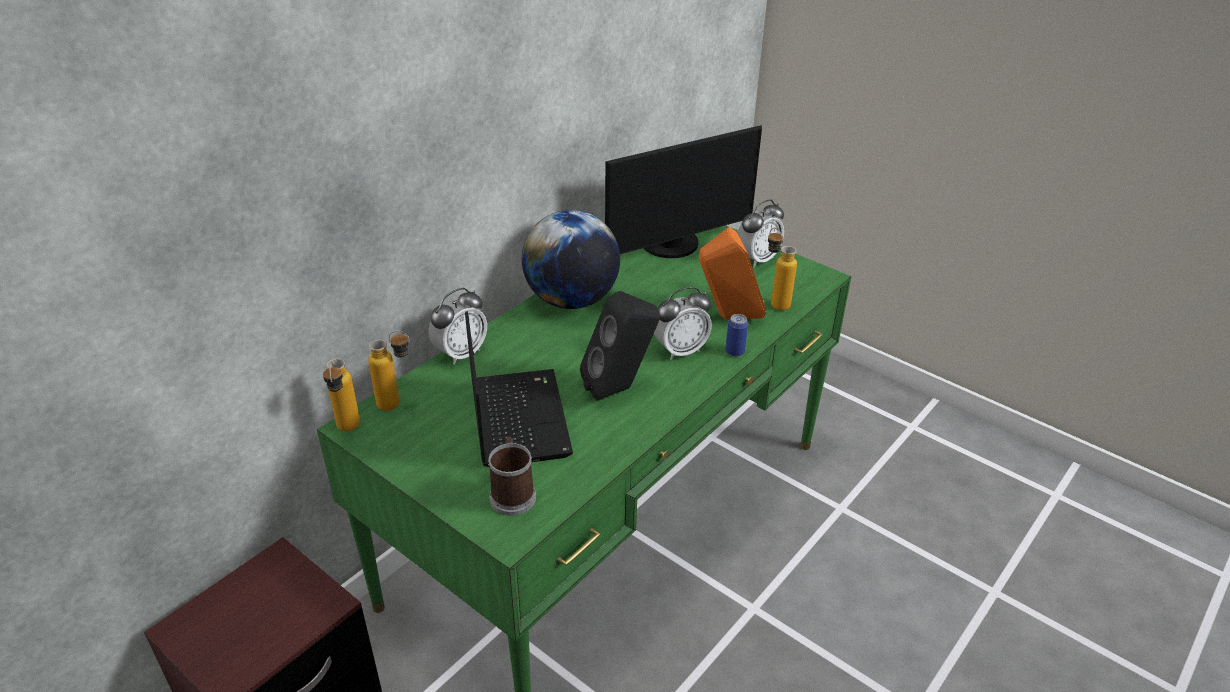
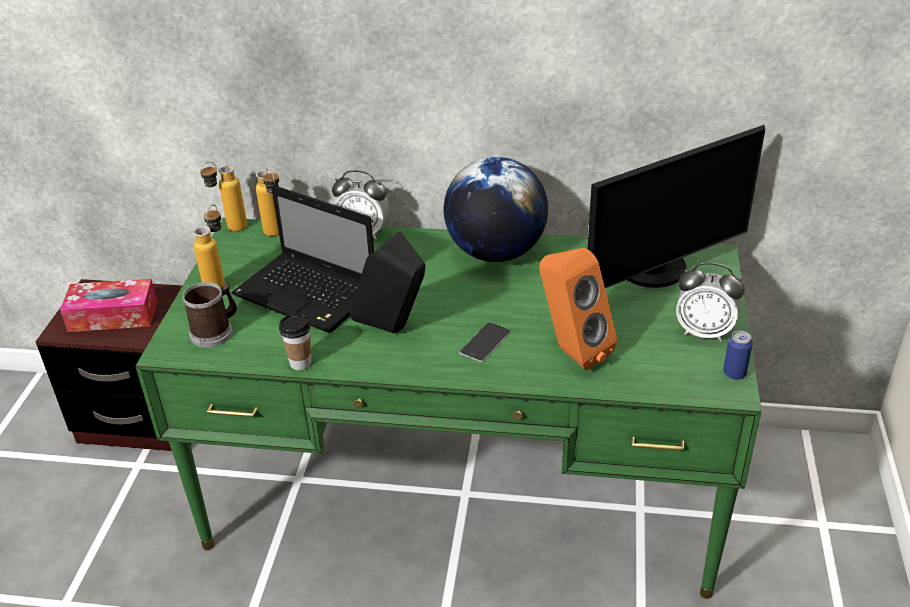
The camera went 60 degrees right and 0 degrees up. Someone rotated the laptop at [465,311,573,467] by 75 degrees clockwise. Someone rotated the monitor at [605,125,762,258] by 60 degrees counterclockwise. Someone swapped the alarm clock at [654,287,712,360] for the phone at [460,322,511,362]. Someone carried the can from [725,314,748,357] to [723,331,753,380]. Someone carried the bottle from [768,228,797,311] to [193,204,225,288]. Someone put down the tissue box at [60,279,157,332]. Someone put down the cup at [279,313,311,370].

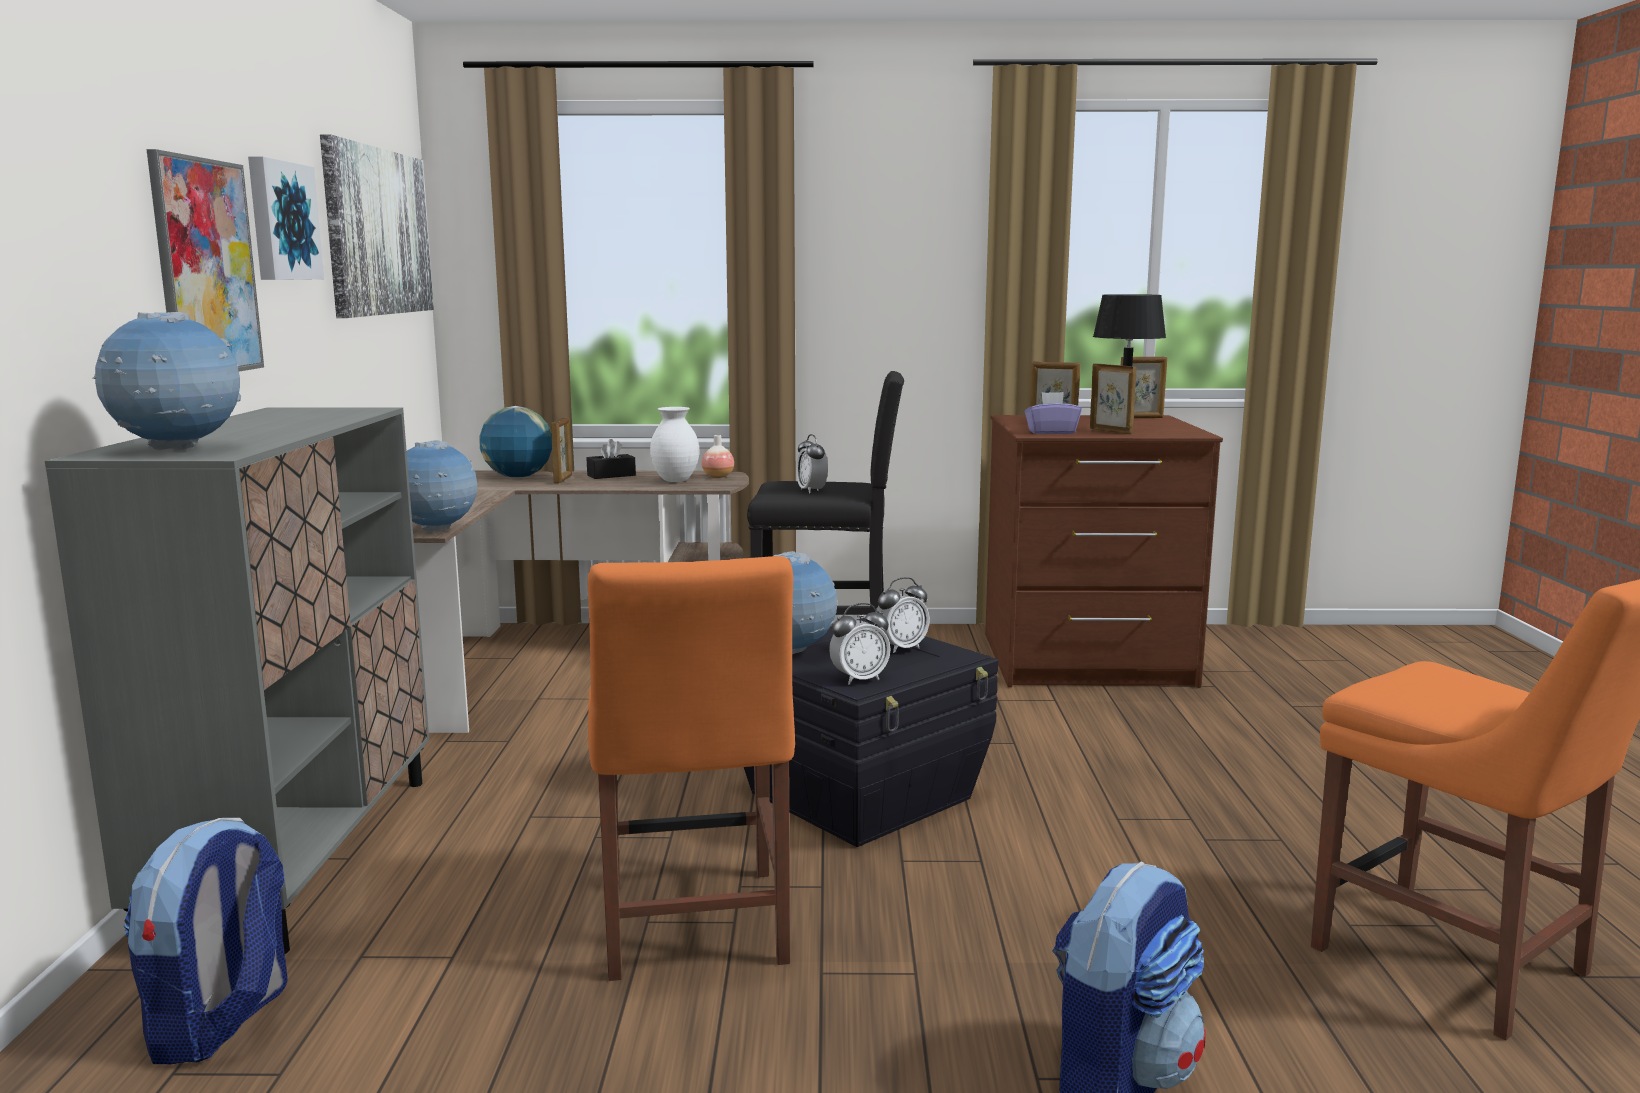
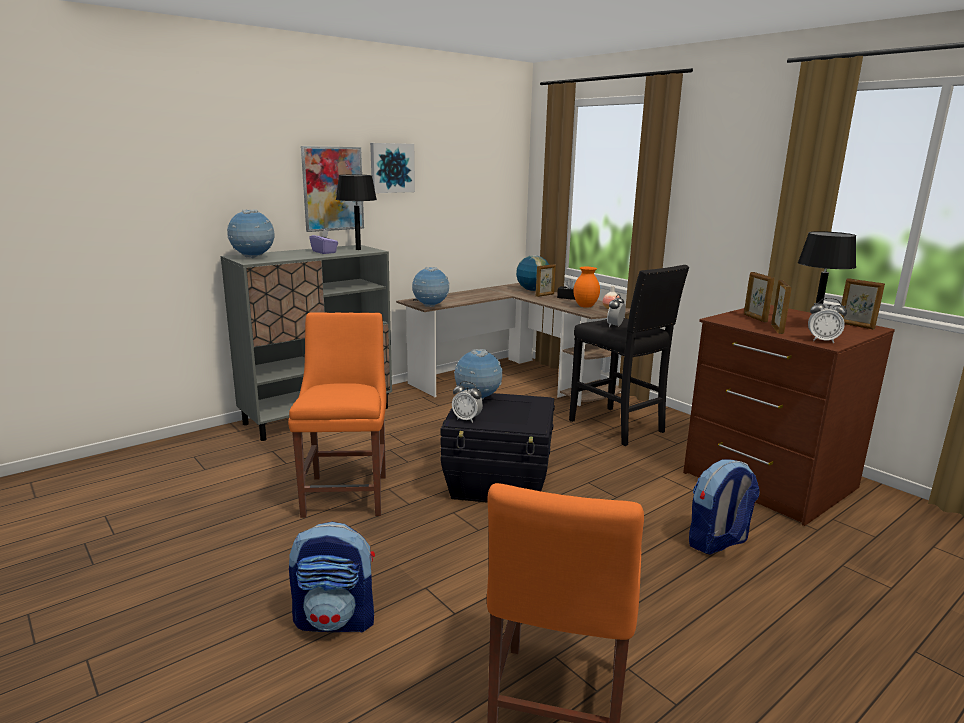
The camera went 50 degrees right and 5 degrees up. Someone carried the backpack from [124,818,288,1064] to [689,460,760,554]. Someone took away the picture at [320,135,434,318]. Someone rotated the chair (orange) at [588,556,795,981] by 135 degrees clockwise. Someone repainted the vase (white) at [650,407,699,482], which became the vase (orange) at [573,267,600,308]. Someone carried the alarm clock from [876,577,930,653] to [808,298,847,343]. Someone carried the tissue box (purple) from [1025,392,1082,434] to [309,230,338,254]. Someone put down the table lamp (black) at [336,175,377,250].

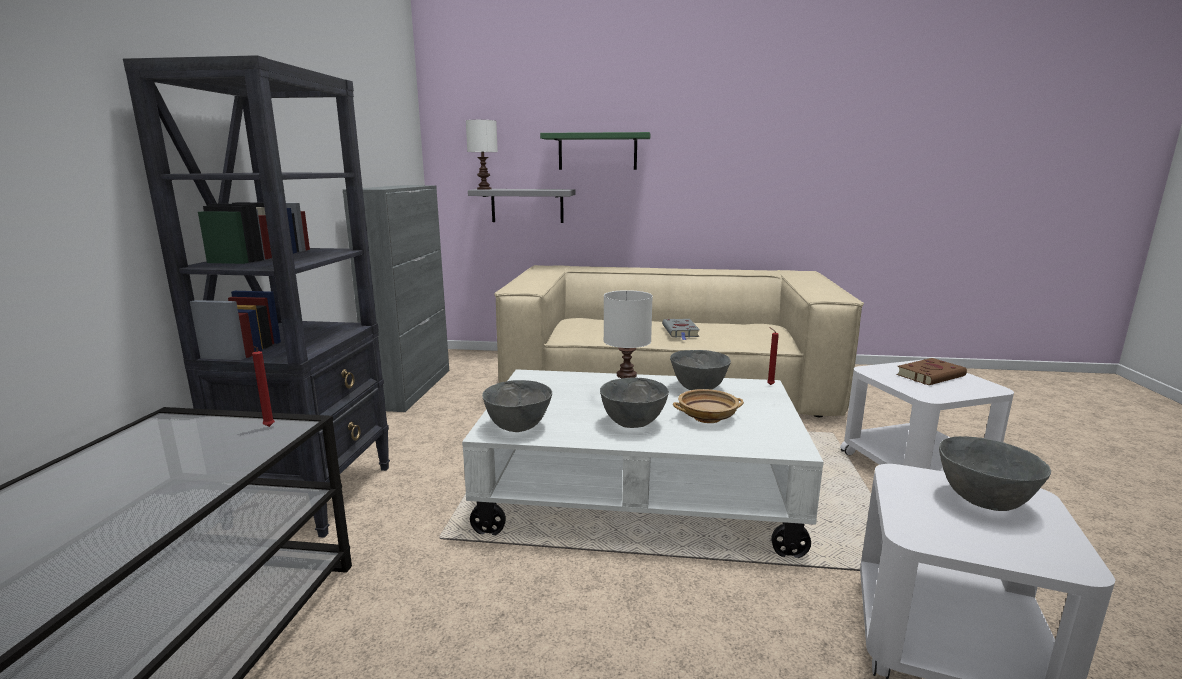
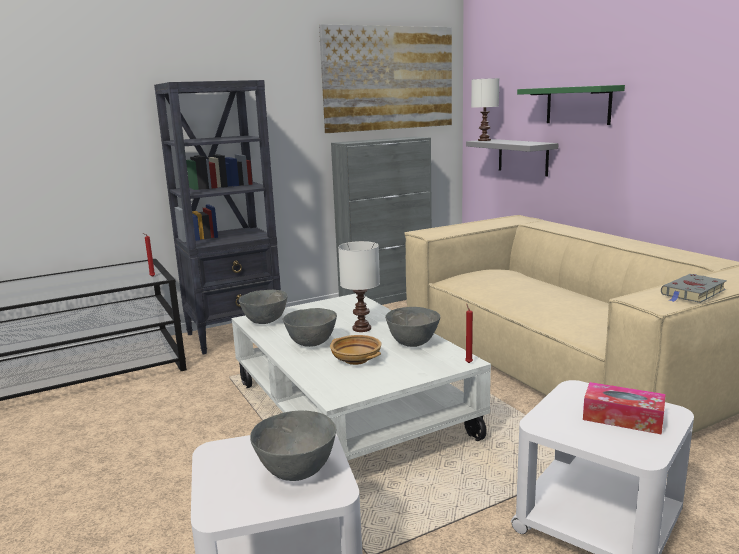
The camera went 55 degrees right and 0 degrees up. Someone carried the book (grey) from [662,319,700,340] to [661,274,727,303]. Someone swapped the book (brown) at [896,358,967,385] for the tissue box at [583,382,666,435]. Someone put up the picture at [319,24,452,133].

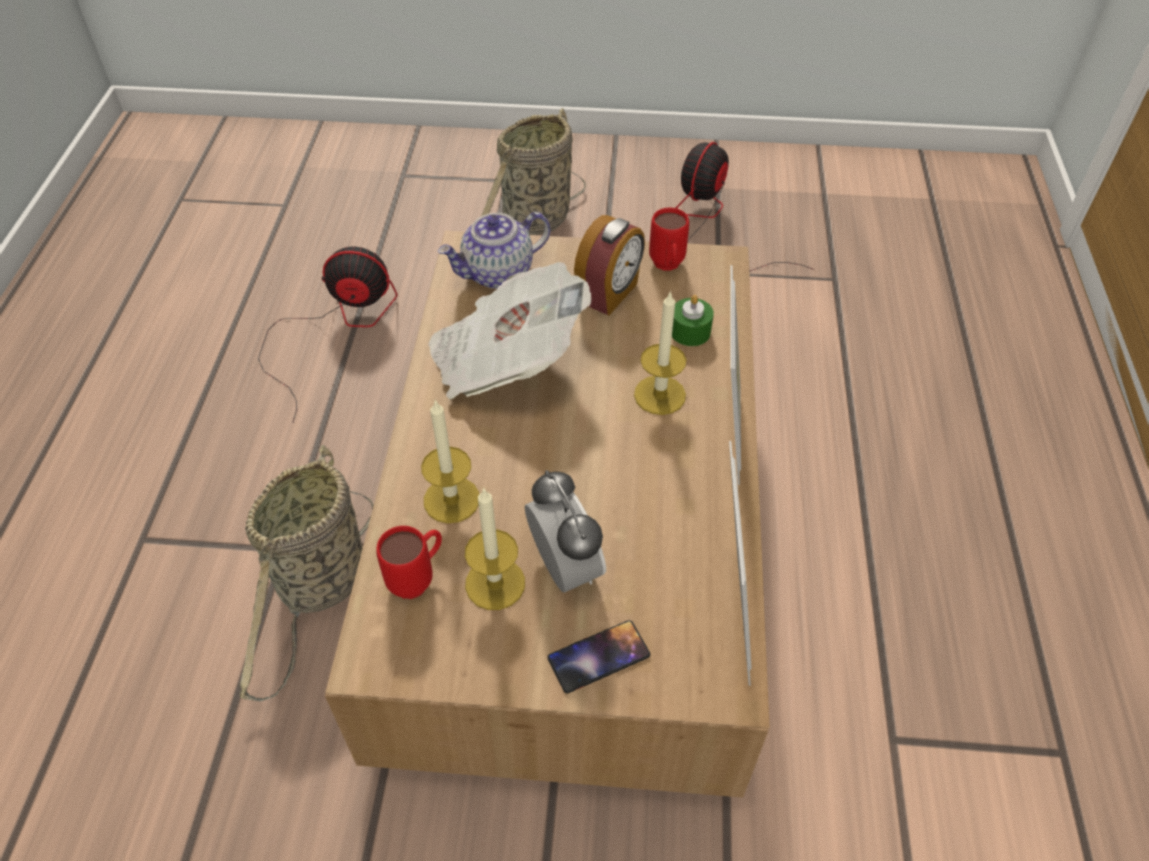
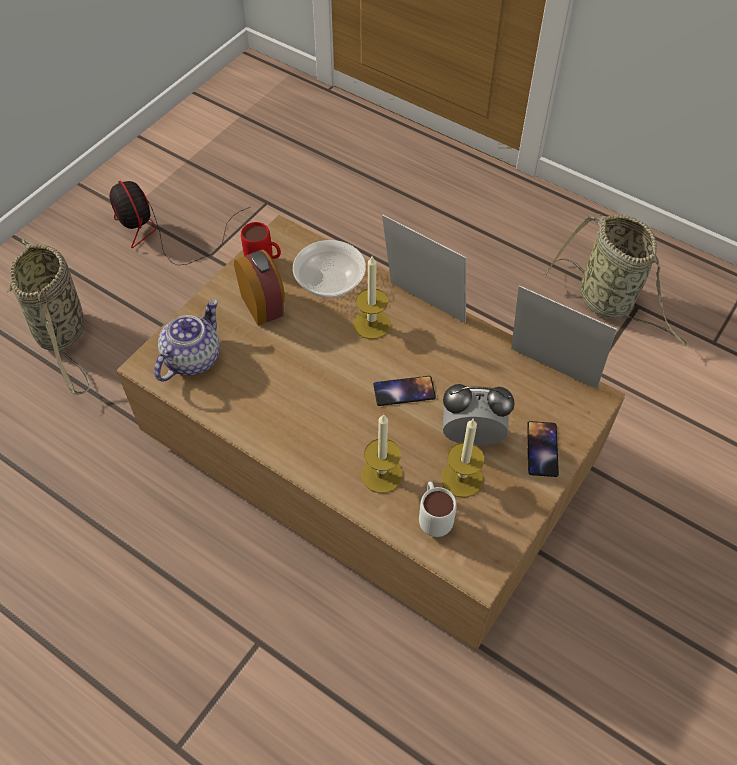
The camera went 60 degrees left and 5 degrees up. Someone carried the basket from [240,445,374,702] to [543,214,687,346]. Someone took away the fan at [258,247,398,422]. Someone repainted the mug (red) at [376,526,442,599], which became the mug (white) at [419,482,457,537]. Someone took away the newspaper at [428,262,591,399]. Someone rotated the teapot at [438,212,550,289] by 150 degrees counterclockwise. Someone swapped the candle (green) at [672,295,714,346] for the bowl at [293,240,366,298]. Someone put down the phone at [373,376,436,406].

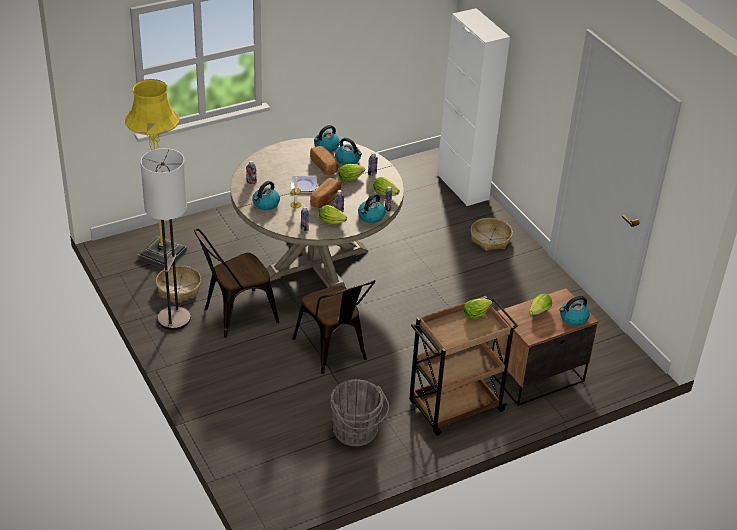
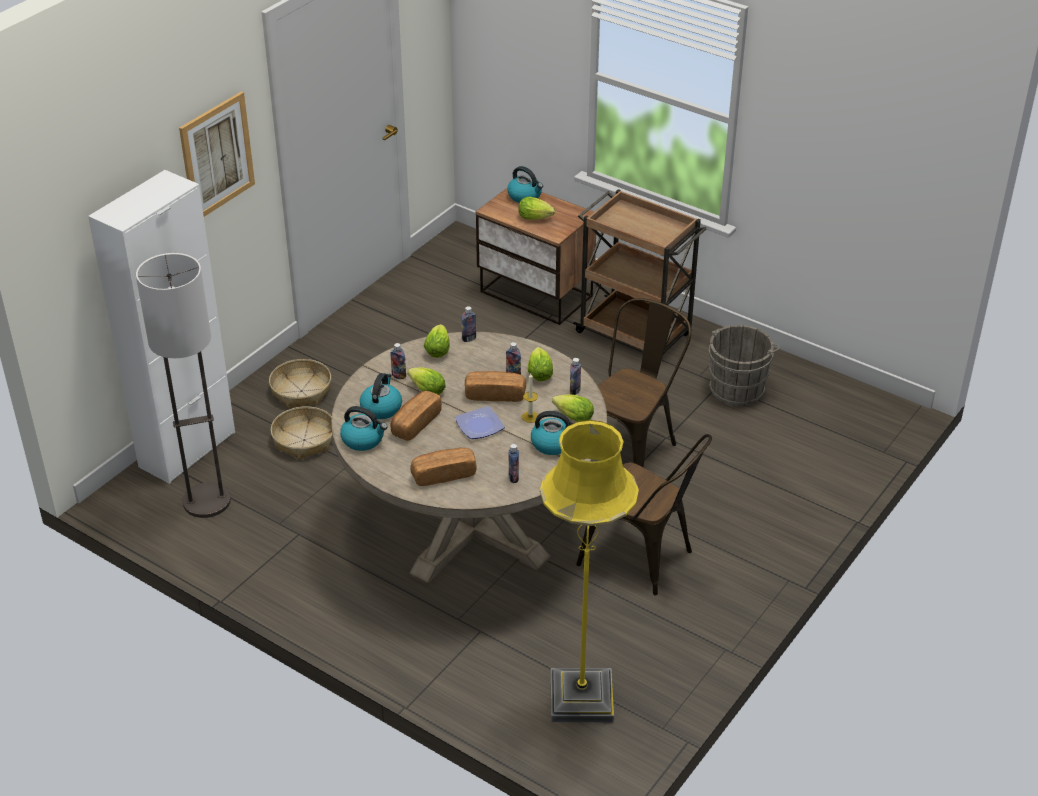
The camera went 115 degrees left and 0 degrees up. Someone carried the floor lamp from [140,148,191,330] to [136,253,231,518]. Someone carried the basket from [156,265,201,302] to [270,406,333,460]. Someone took away the kettle at [358,193,385,223]. Someone carried the lettuce from [464,298,492,319] to [552,394,594,422]. Someone put up the picture at [179,91,255,217]. Someone put down the bread at [410,448,477,486].

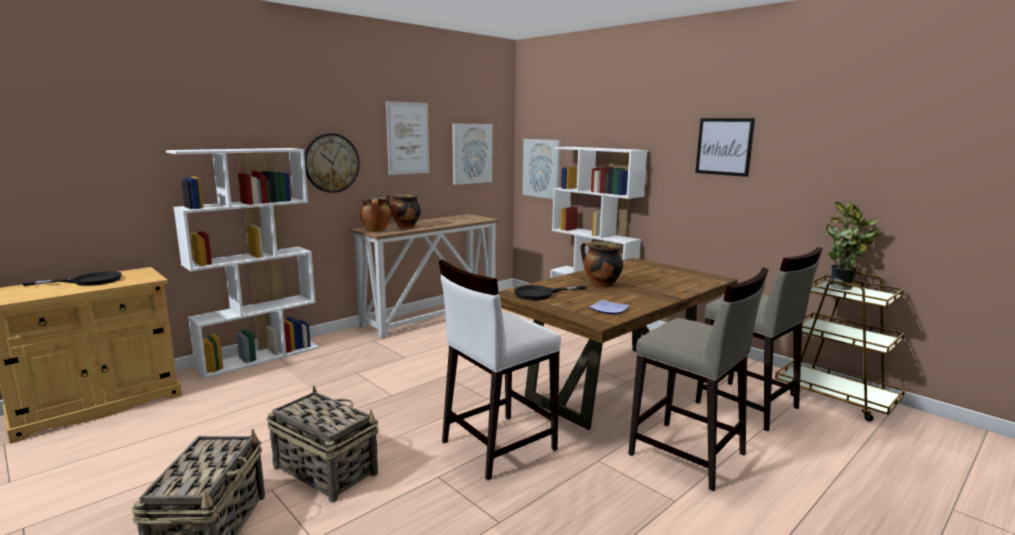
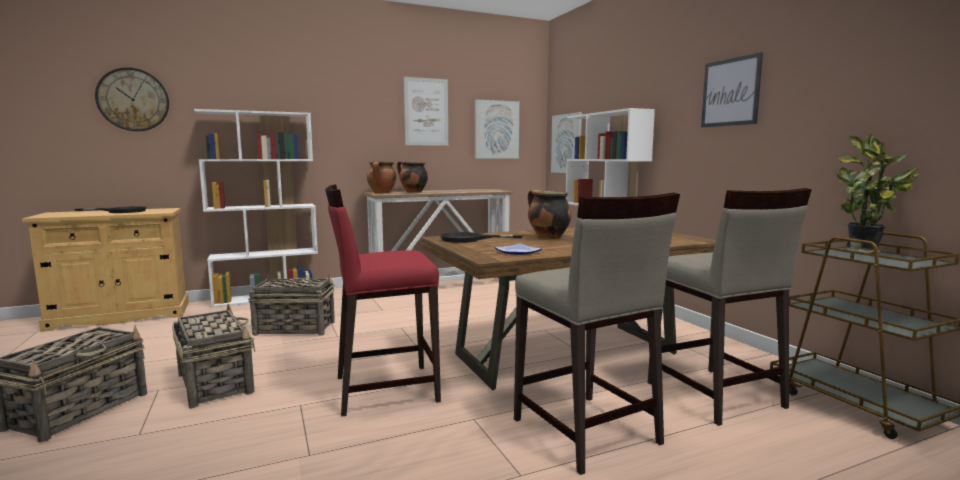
The camera went 20 degrees right and 5 degrees down. Someone carried the wall clock from [304,133,360,193] to [95,67,169,131]. Someone repainted the stool (white) at [439,259,561,480], which became the stool (red) at [325,184,441,417]. Someone put down the basket at [248,274,335,336].

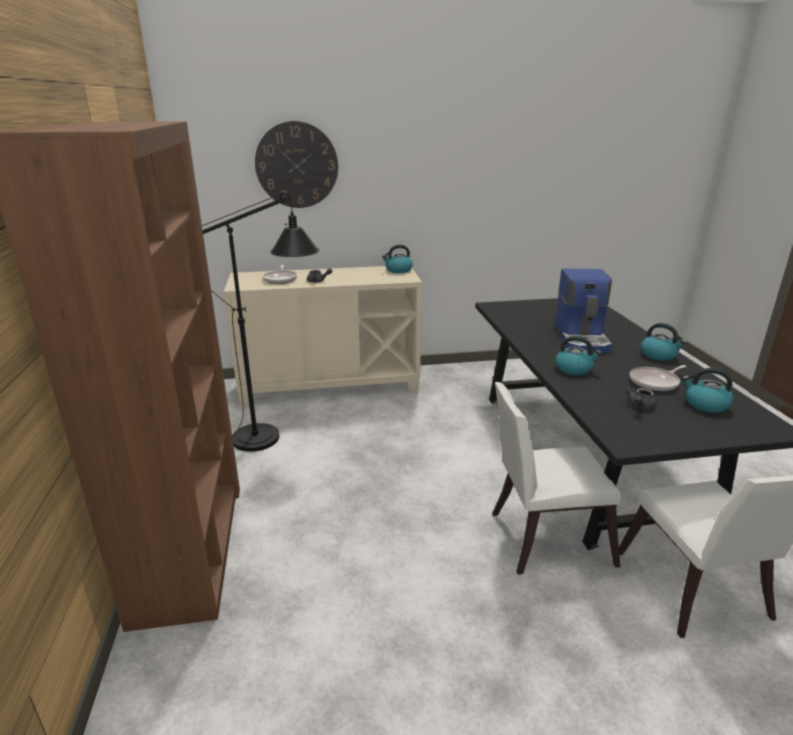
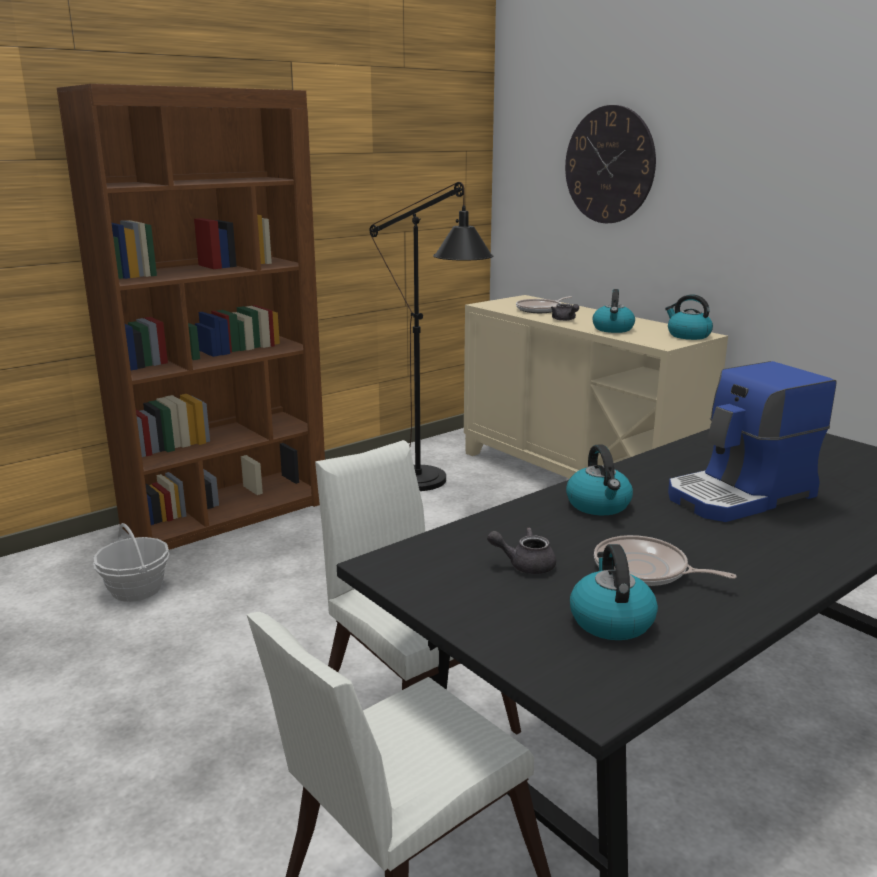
The camera went 60 degrees right and 5 degrees down. Someone carried the kettle from [641,323,687,361] to [592,289,635,333]. Someone put down the basket at [93,523,170,602].

